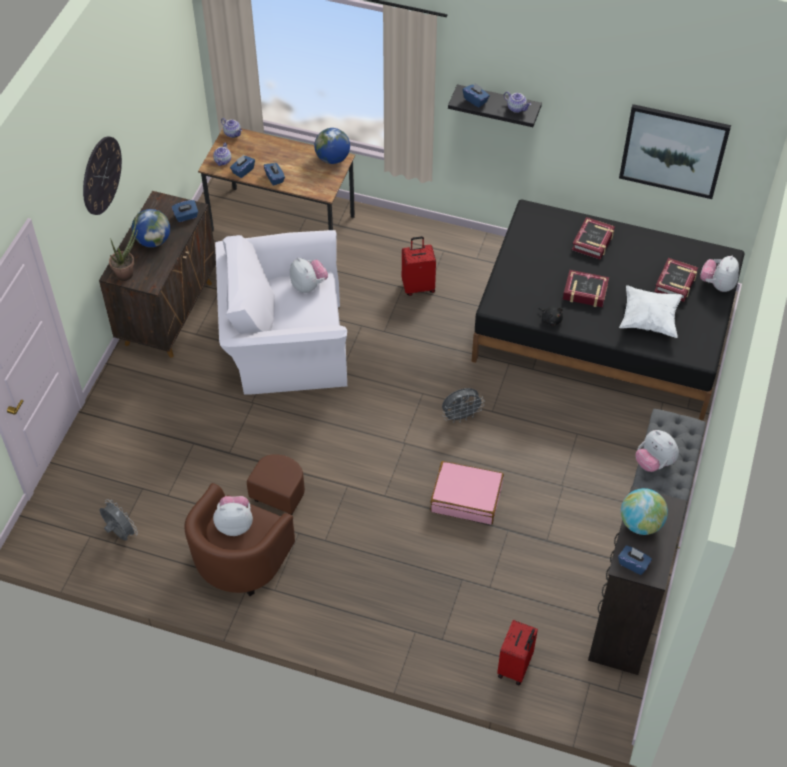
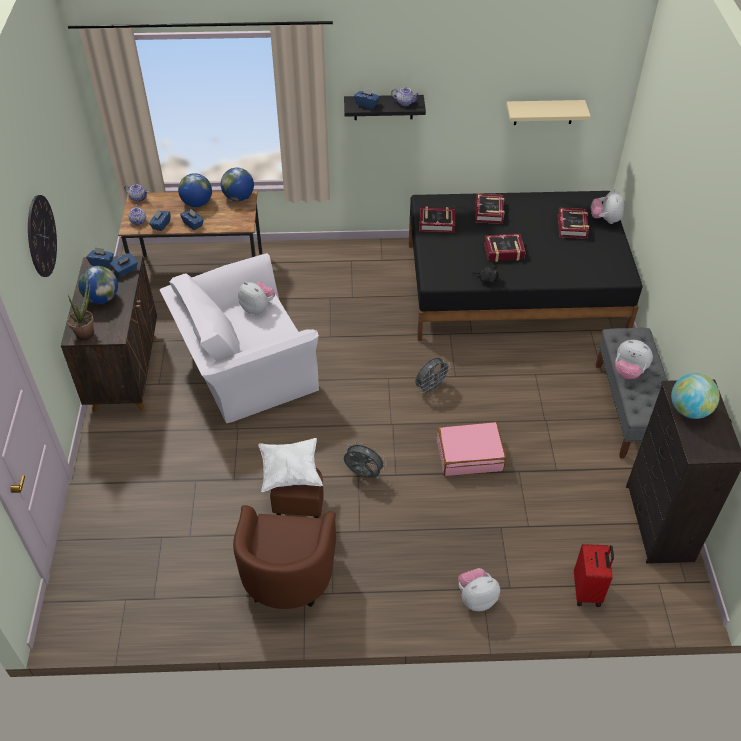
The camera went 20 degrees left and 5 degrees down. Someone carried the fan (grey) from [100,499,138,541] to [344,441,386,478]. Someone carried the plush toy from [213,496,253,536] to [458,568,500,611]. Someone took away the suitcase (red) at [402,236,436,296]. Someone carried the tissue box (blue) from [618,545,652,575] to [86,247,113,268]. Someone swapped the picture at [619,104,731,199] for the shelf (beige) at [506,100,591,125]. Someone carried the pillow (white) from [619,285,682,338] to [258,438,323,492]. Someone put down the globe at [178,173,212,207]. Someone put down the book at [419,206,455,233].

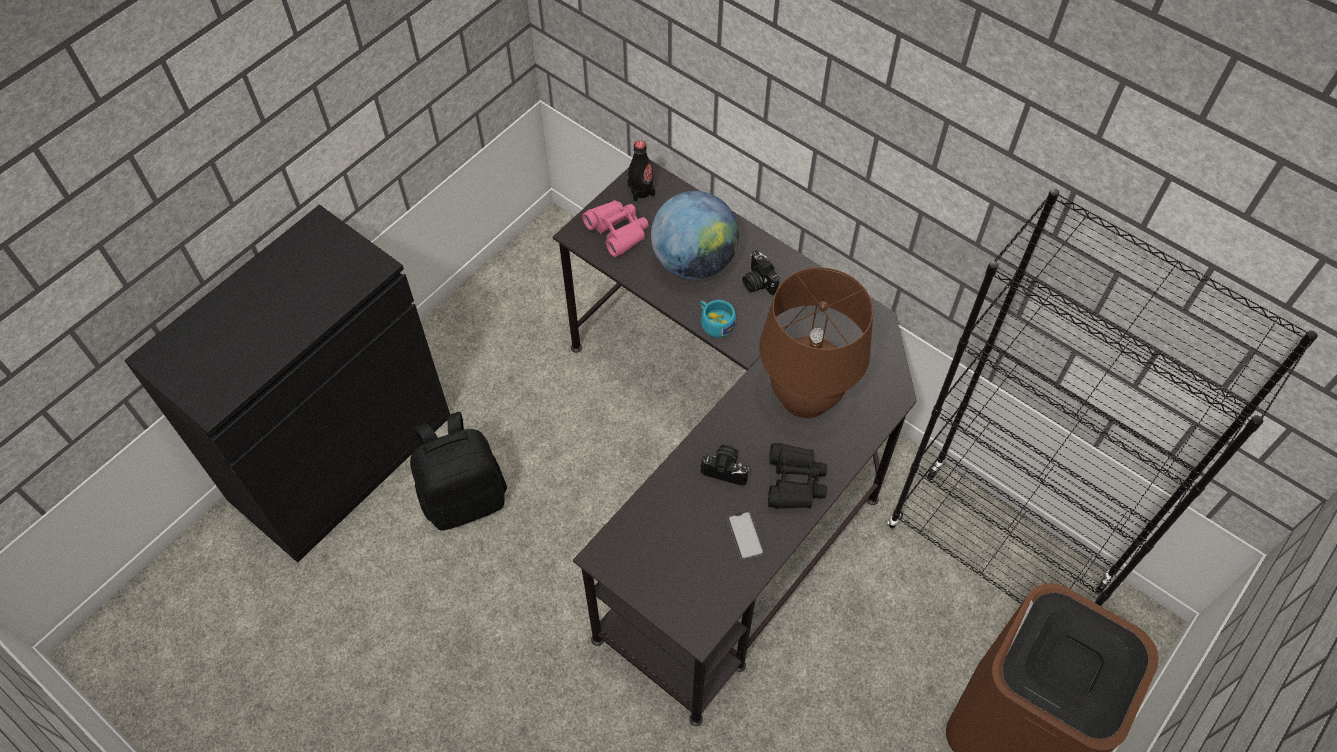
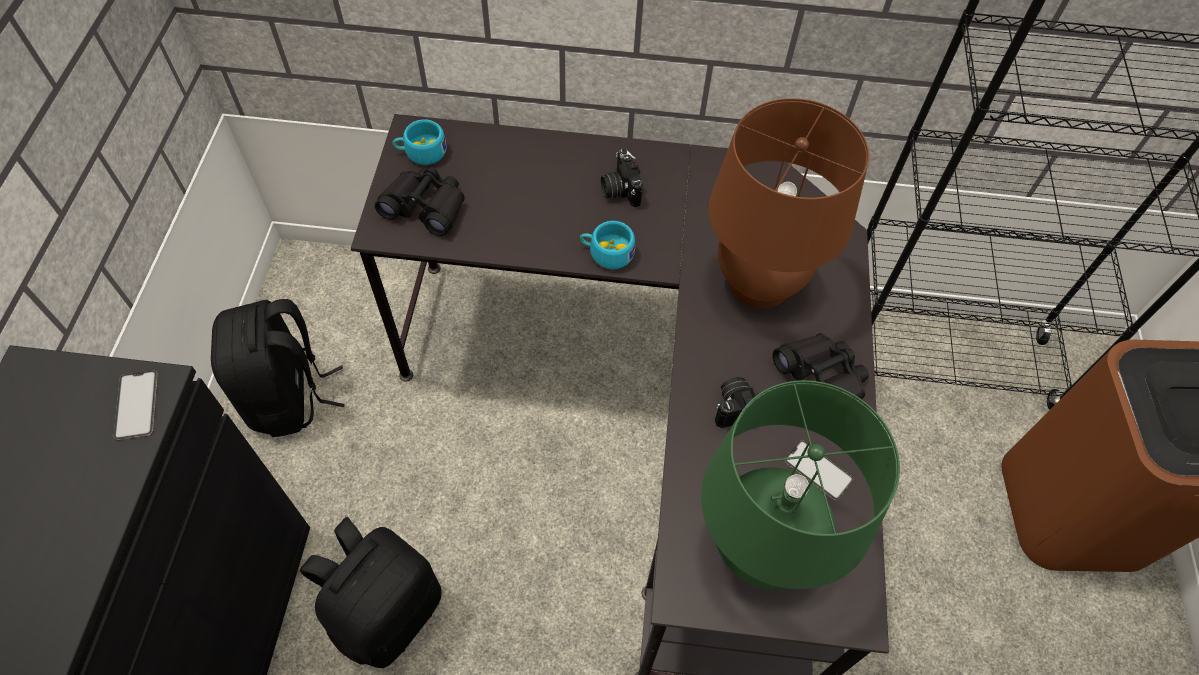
The camera went 35 degrees left and 0 degrees up. Someone repainted the binoculars (pink) at [582,200,649,257], which became the binoculars (black) at [375,167,465,236]. Someone swapped the bottle (black) at [628,140,655,202] for the cup (turquoise) at [393,119,447,165]. Someone took away the globe at [651,191,739,279]. Someone rotated the photo camera at [742,251,779,296] by 45 degrees clockwise. Someone put down the phone at [114,371,158,440]. Someone put down the backpack (black) at [211,299,345,437]. Someone put down the table lamp (green) at [701,380,900,590].

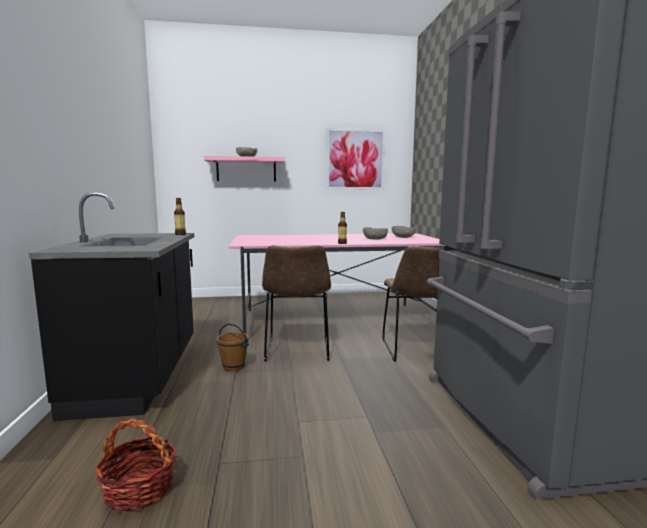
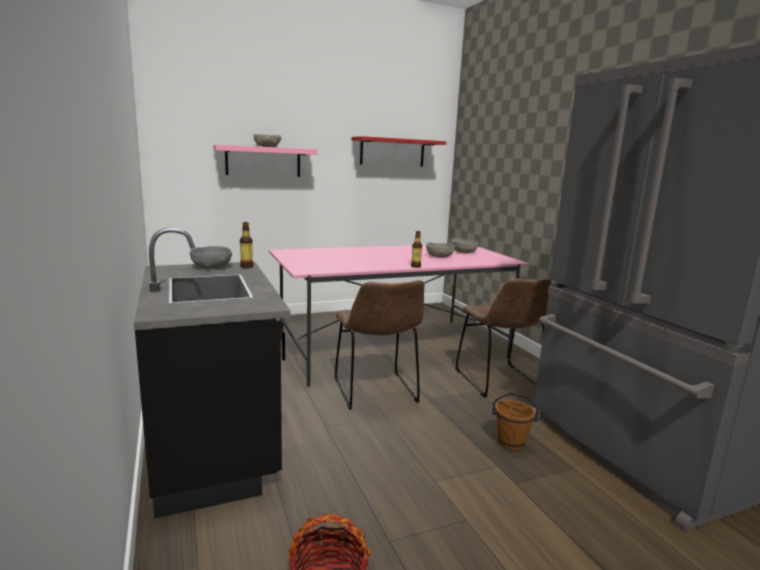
The camera went 15 degrees left and 5 degrees up. Someone carried the bucket (brown) from [217,323,249,371] to [492,393,539,451]. Someone swapped the picture at [326,128,386,190] for the shelf (red) at [352,136,446,167]. Someone put down the bowl (grey) at [190,246,232,269].

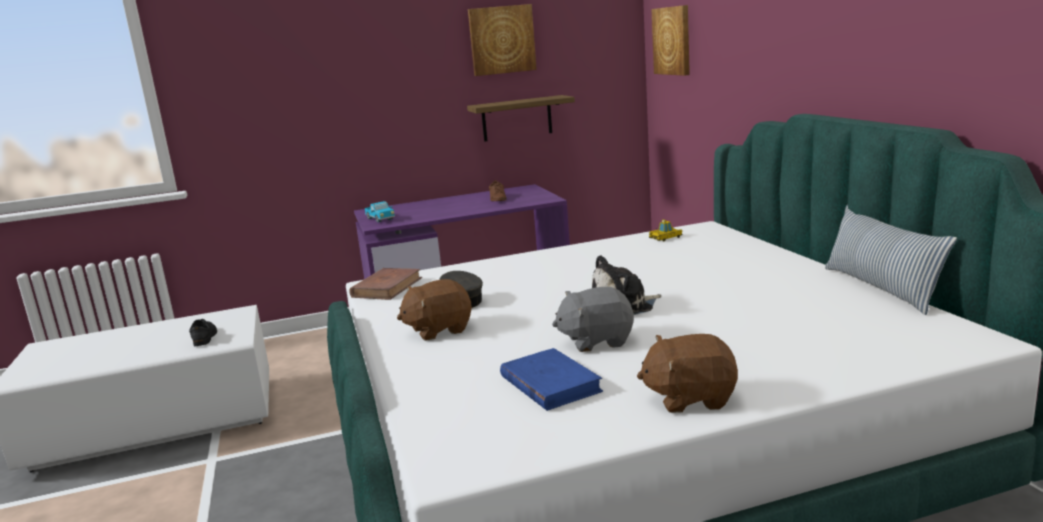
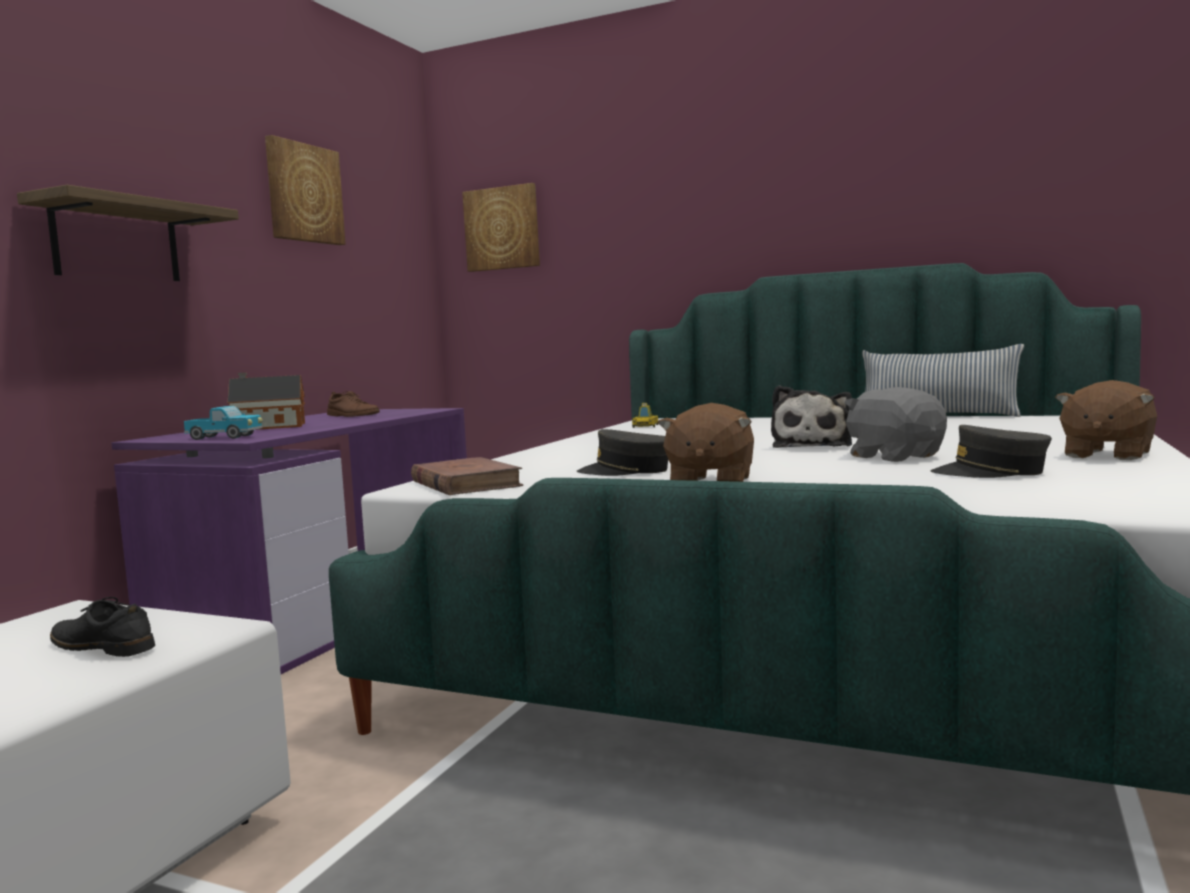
The camera went 50 degrees left and 10 degrees down. Someone carried the shelf from [467,95,575,142] to [17,185,239,281]. Someone swapped the book (blue) at [500,348,603,411] for the cap (grey) at [931,425,1052,478]. Someone rotated the plush toy (grey) at [552,287,634,352] by 120 degrees clockwise. Someone put down the toy house at [228,373,305,430].

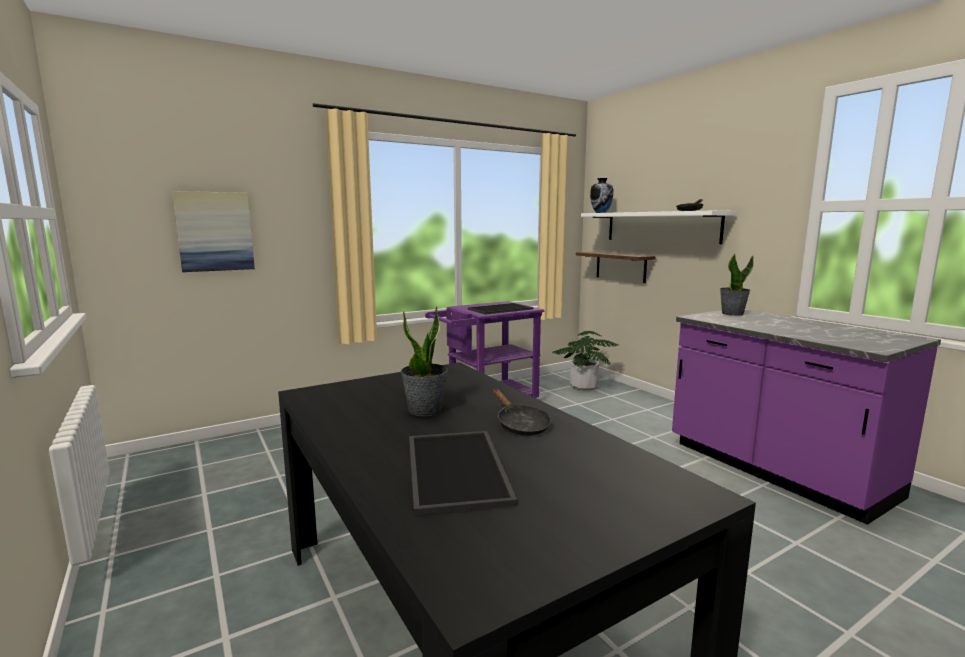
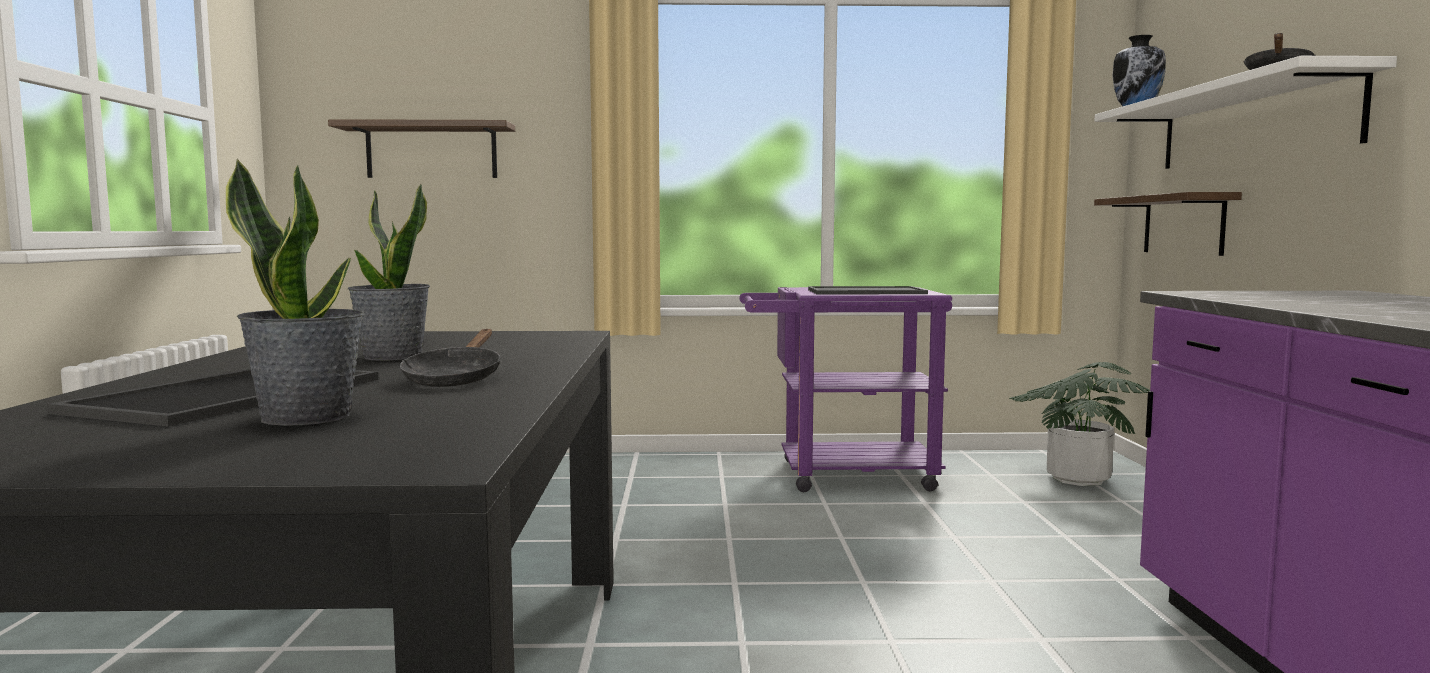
The camera went 30 degrees right and 5 degrees down. Someone swapped the picture at [172,191,255,272] for the shelf at [328,119,515,178]. Someone carried the potted plant from [720,253,754,316] to [226,158,364,426].

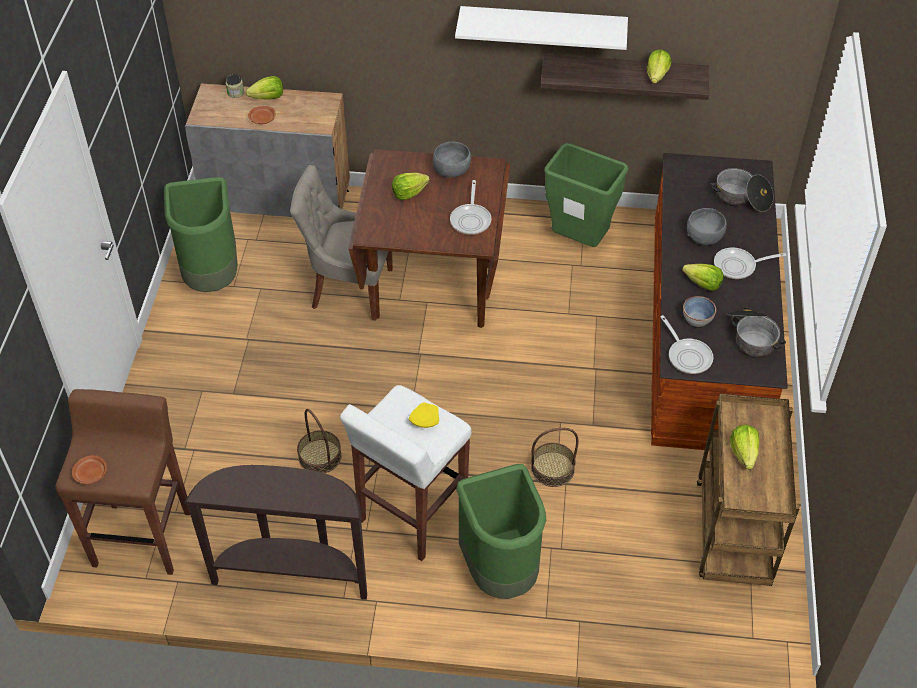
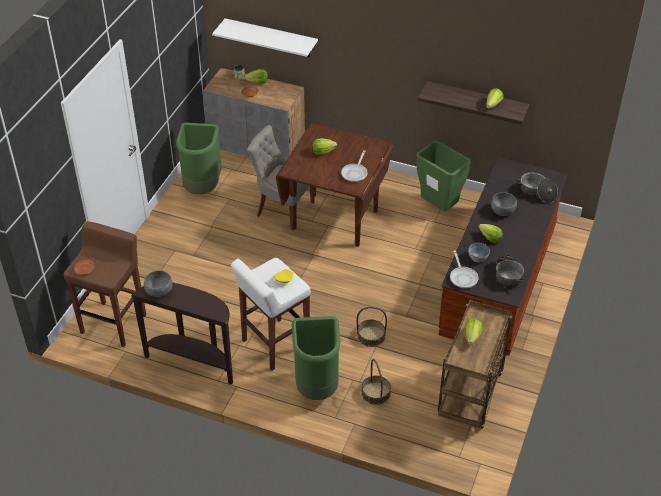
The camera went 15 degrees right and 5 degrees down. Someone carried the basket from [297,409,342,473] to [361,359,391,405]. Someone carried the bowl (grey) from [433,142,471,177] to [144,270,173,297]. Someone carried the shelf (white) from [455,6,628,50] to [212,18,318,57]. Someone took away the frying pan at [714,248,786,279].

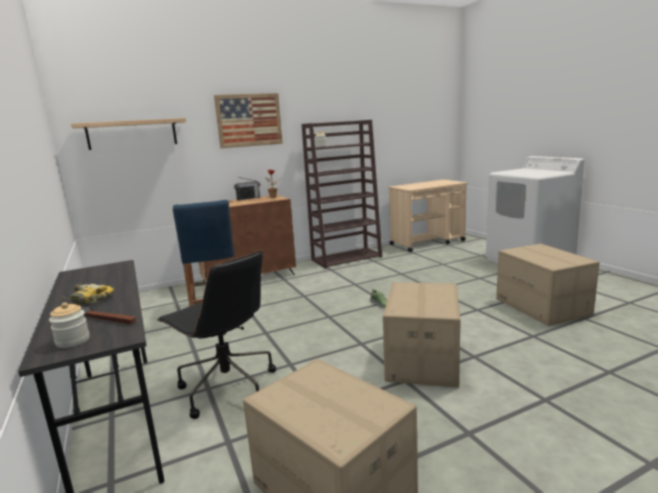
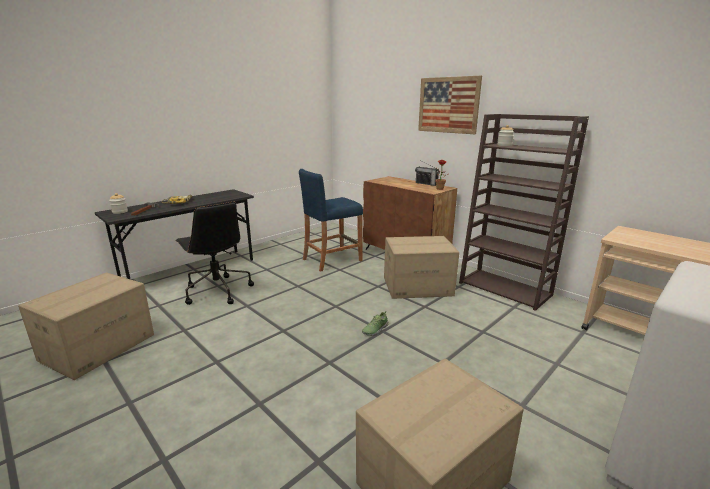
The camera went 70 degrees right and 5 degrees up. Someone took away the shelf at [71,118,186,150]. Someone rotated the office chair (black) at [157,250,276,419] by 60 degrees counterclockwise. Someone carried the cardboard box from [383,282,461,387] to [384,236,459,299].

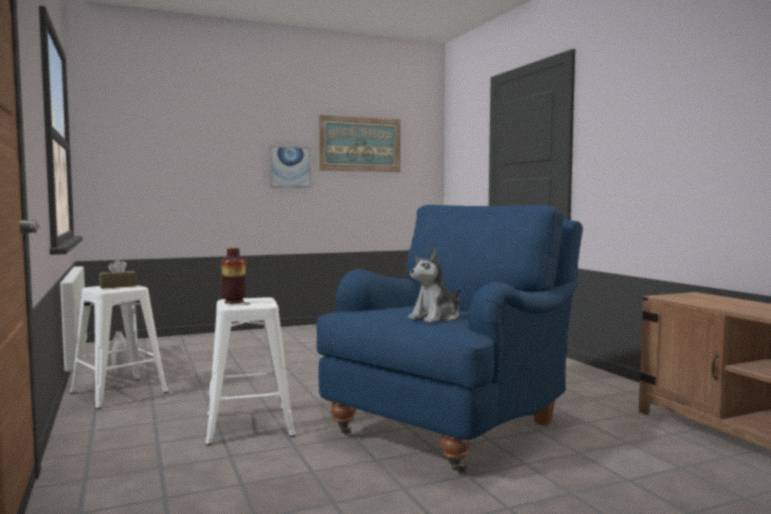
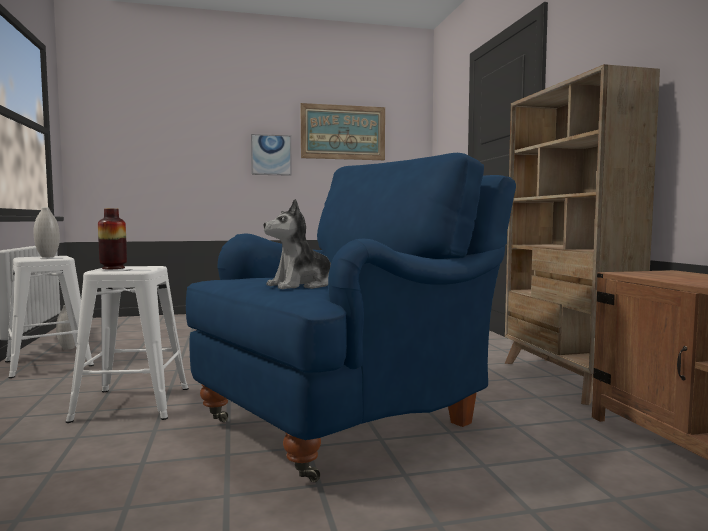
The camera went 10 degrees right and 0 degrees up. Someone swapped the tissue box (brown) at [99,259,137,289] for the vase (white) at [34,207,60,258]. Someone put down the bookcase (beige) at [505,64,660,405].

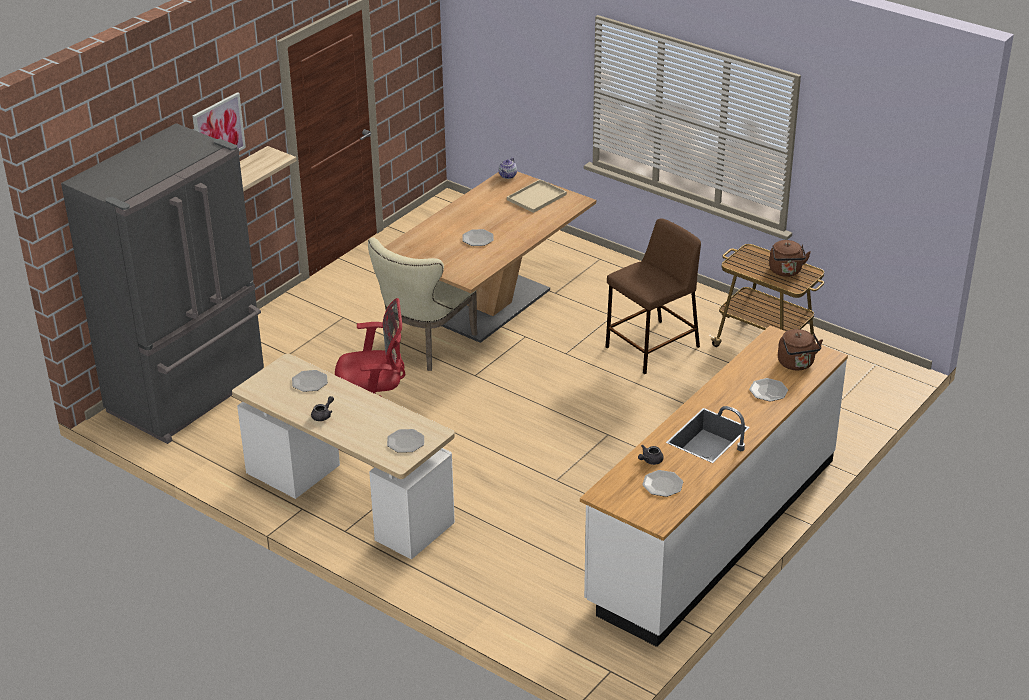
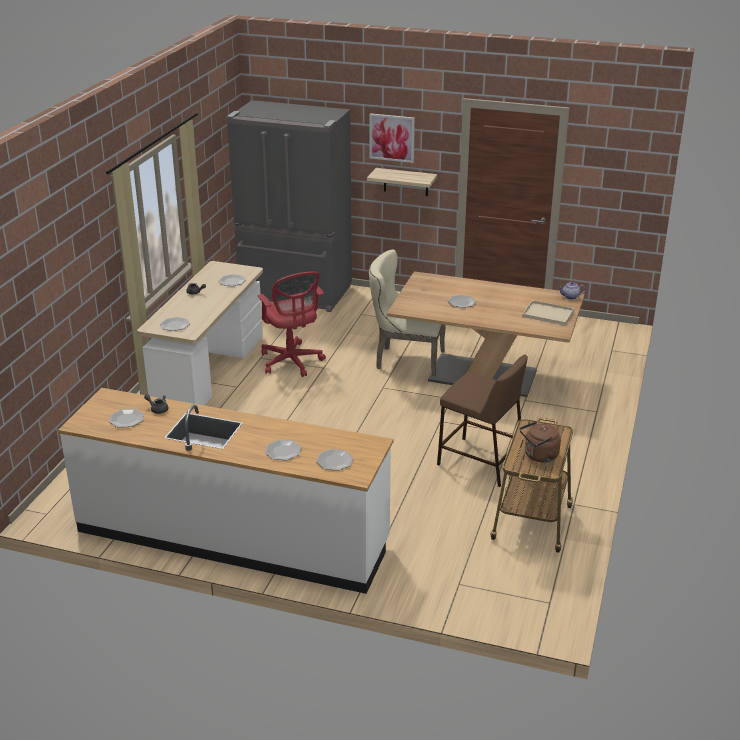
The camera went 70 degrees right and 5 degrees down. Someone swapped the kettle (brown) at [778,329,823,370] for the plate at [316,449,354,471].

